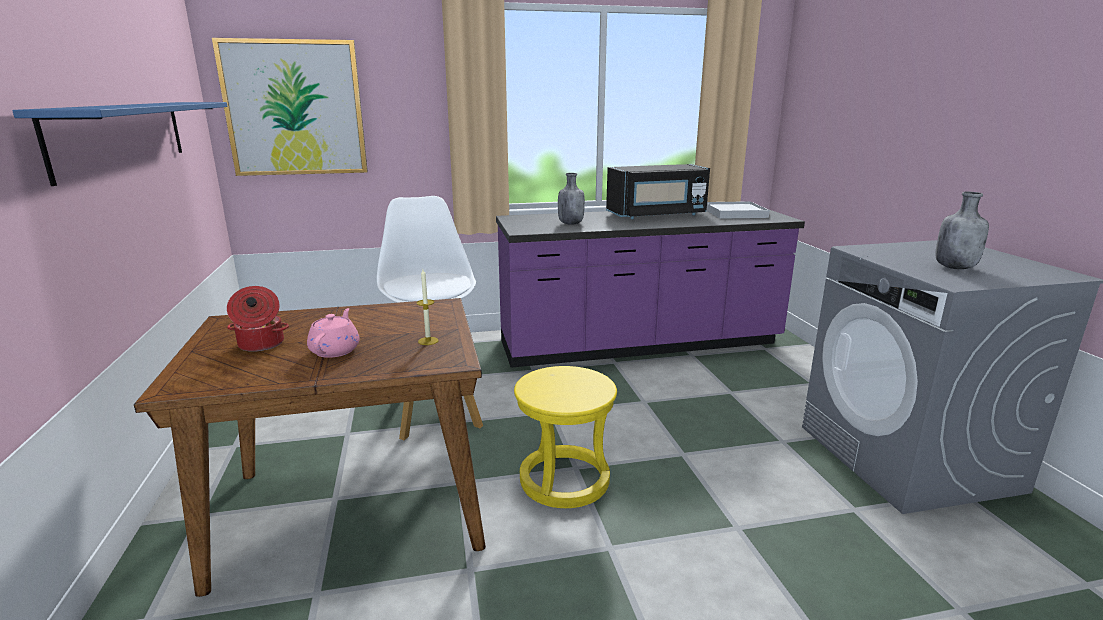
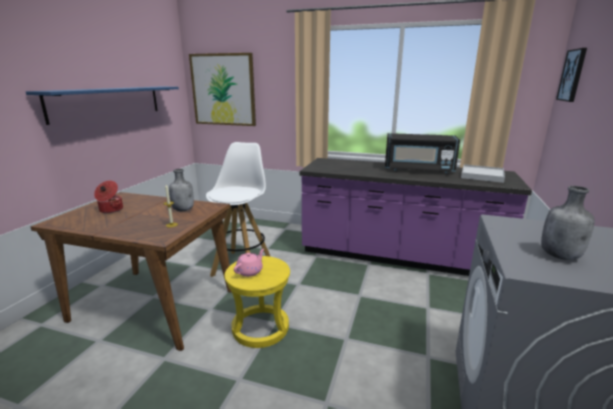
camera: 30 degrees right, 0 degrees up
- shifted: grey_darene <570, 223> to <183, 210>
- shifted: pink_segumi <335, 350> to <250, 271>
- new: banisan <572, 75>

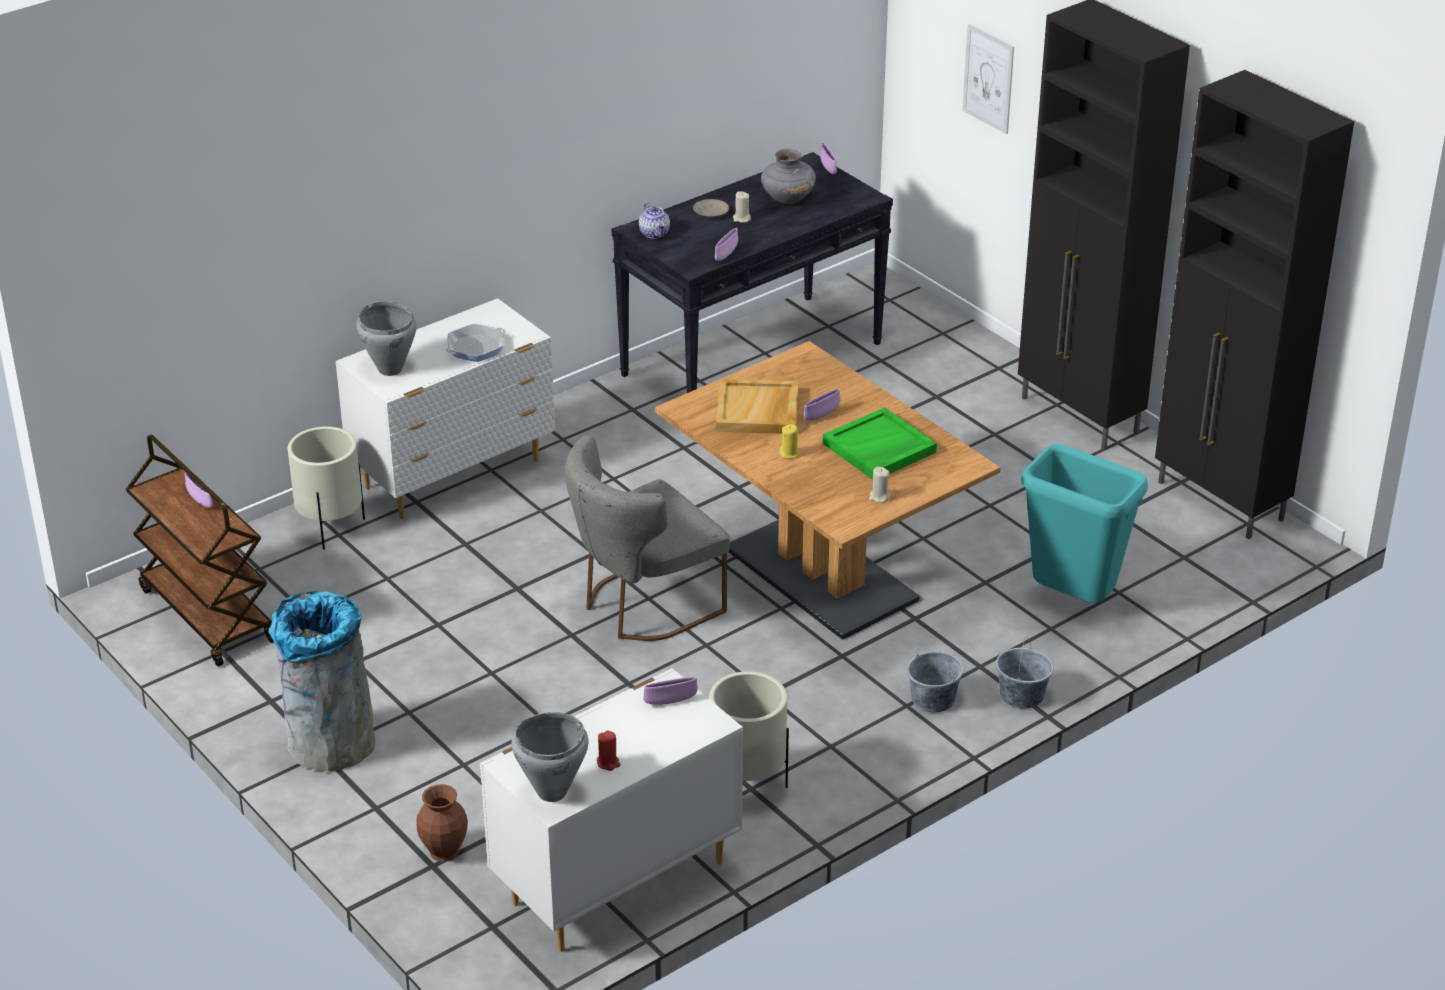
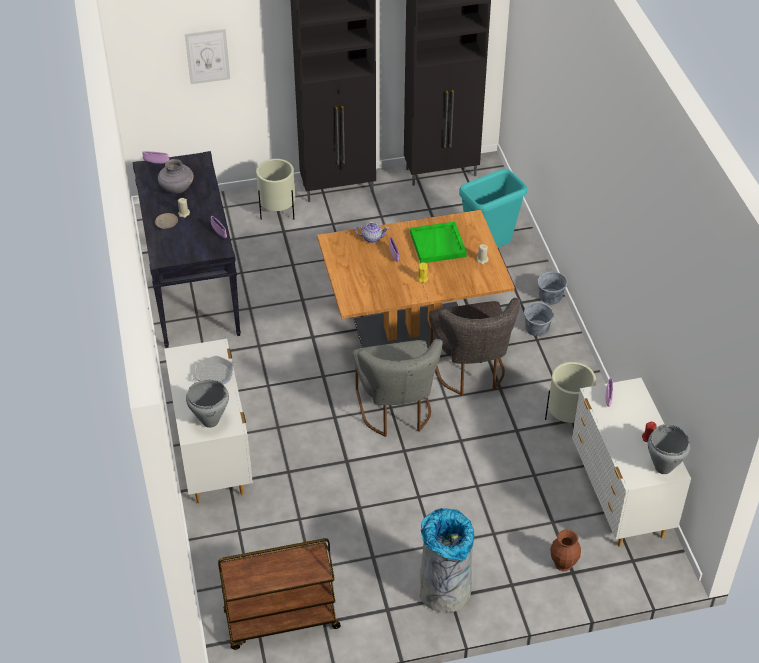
camera: 65 degrees left, 10 degrees up
- rotated: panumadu <476, 347> = <214, 375> 75 degrees clockwise
- shifted: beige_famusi <331, 528> to <277, 213>
- shifted: segumi <655, 233> to <372, 238>
- new: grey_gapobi <470, 371>
- gone: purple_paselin <200, 501>
- gone: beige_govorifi <758, 411>

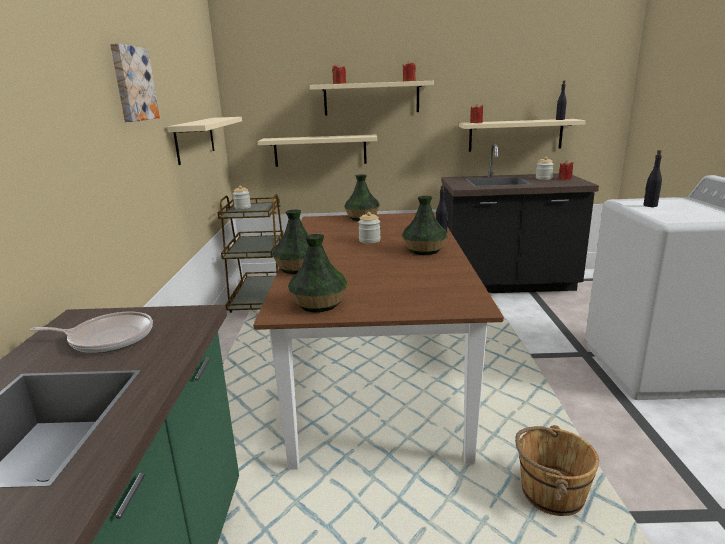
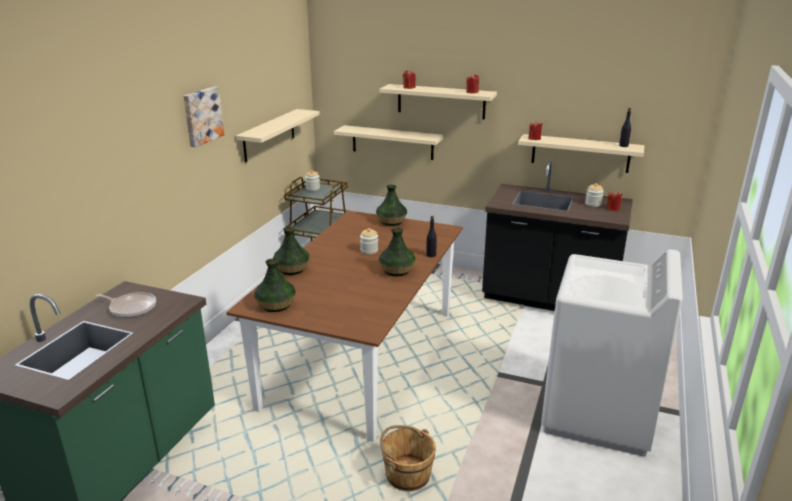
camera: 20 degrees right, 5 degrees up
- gone: black_darene <650, 205>

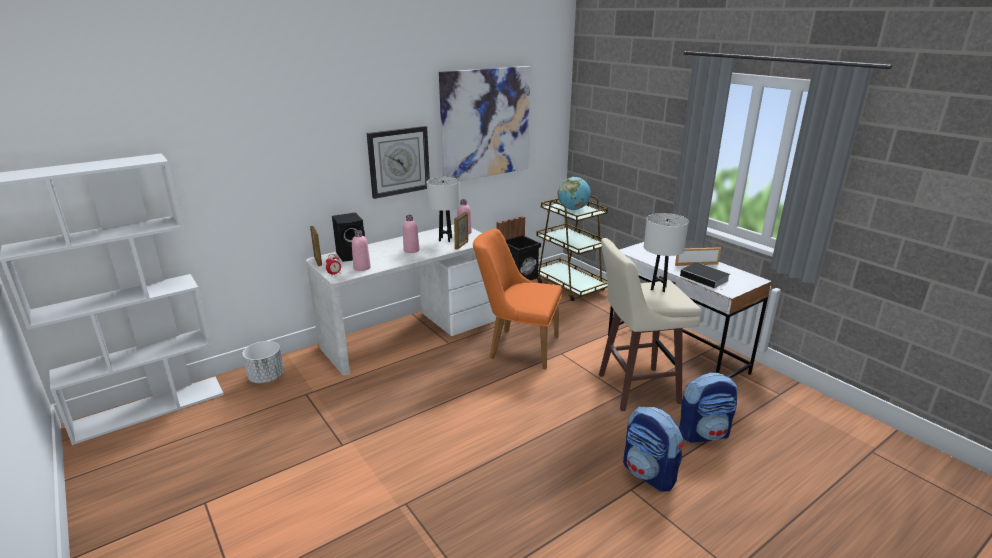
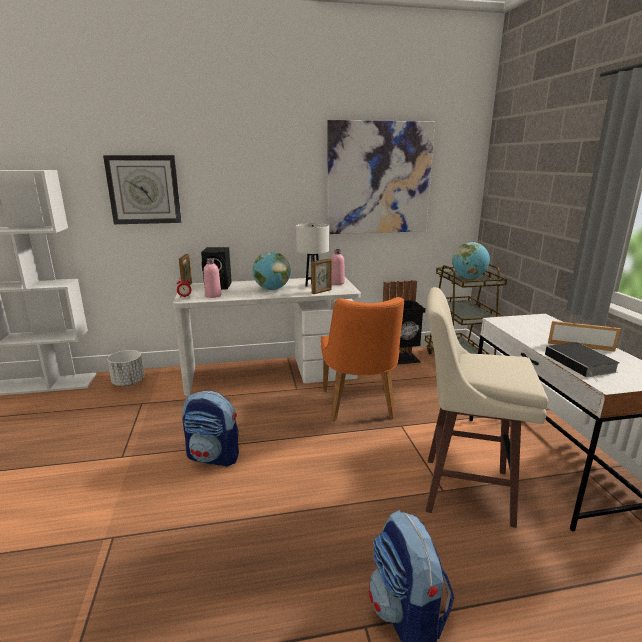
camera: 25 degrees right, 5 degrees down
- shifted: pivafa <399, 161> to <144, 190>
- shifted: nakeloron <704, 433> to <214, 456>
- swapped: pink_darene <411, 250> to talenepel <272, 289>
- rotated: orange_gapobi <517, 346> = <359, 407> 135 degrees counterclockwise
- gone: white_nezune <658, 288>

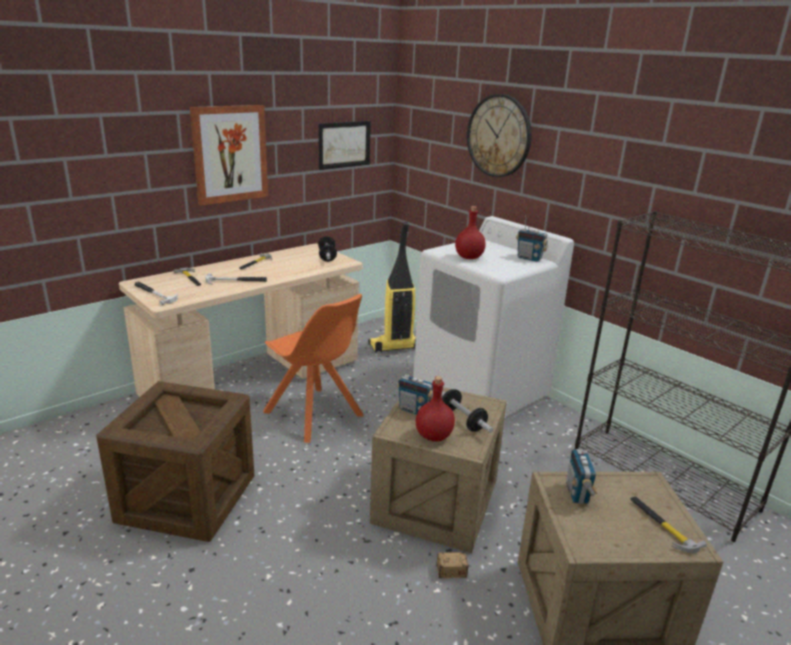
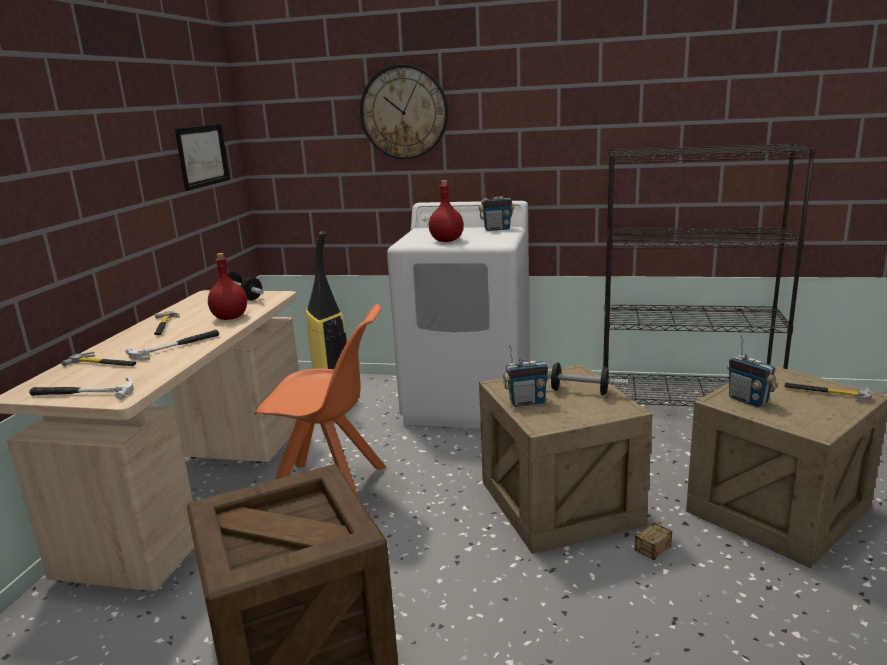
camera: 35 degrees left, 5 degrees down
- shifted: red_darene <433, 436> to <229, 318>
- gone: banisan <230, 154>

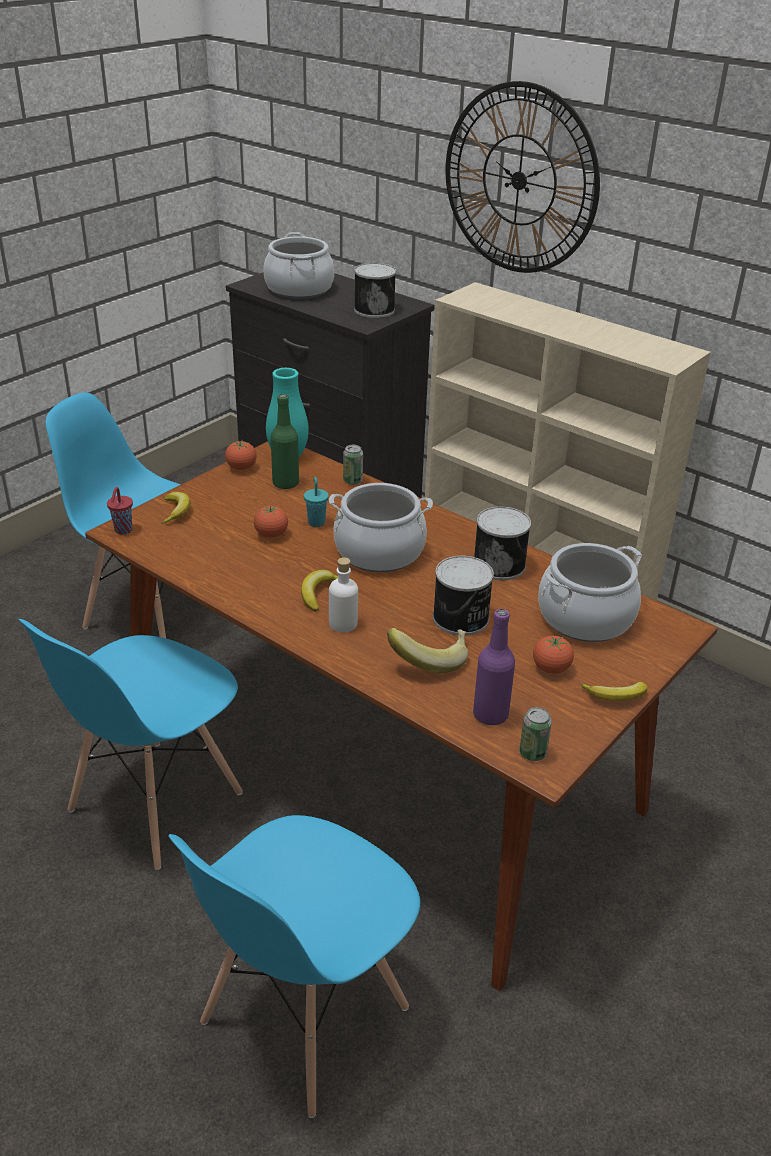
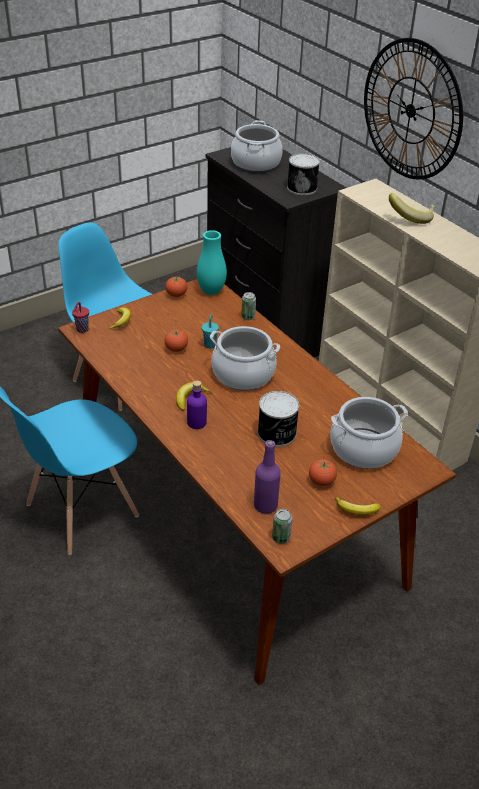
camera: 15 degrees right, 5 degrees up
- repainted: white_darene <343, 623> to purple_darene <196, 422>
- shifted: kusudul <429, 659> to <411, 217>
- gone: blue_gapobi <303, 1016>
- gone: green_darene <285, 483>
- gone: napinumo <499, 564>

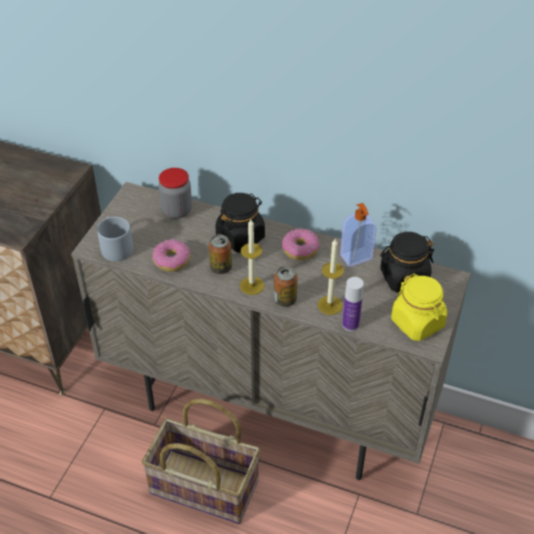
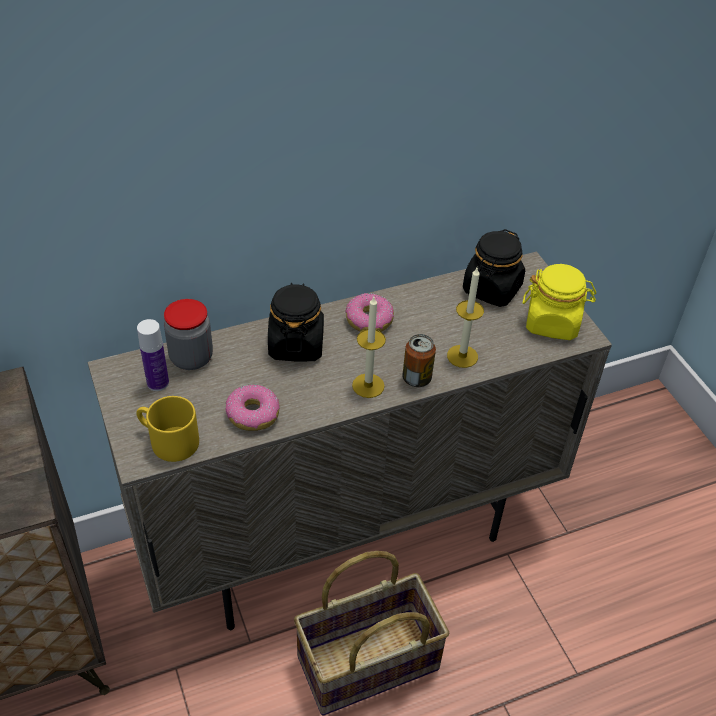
camera: 45 degrees left, 0 degrees up
- repainted: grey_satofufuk <115, 246> to yellow_satofufuk <167, 441>
- shifted: darene <350, 324> to <158, 383>
- gone: napinumo <221, 268>
- gone: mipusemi <356, 258>

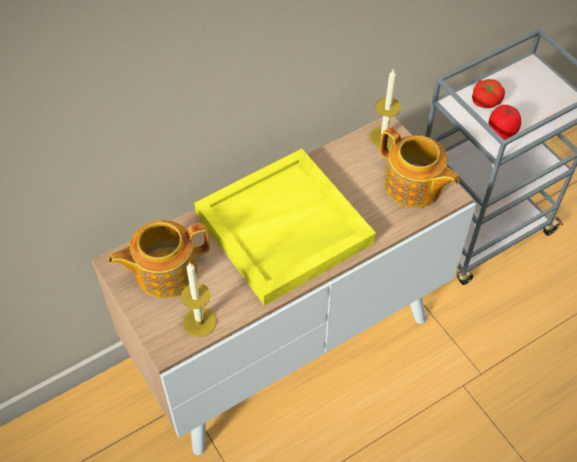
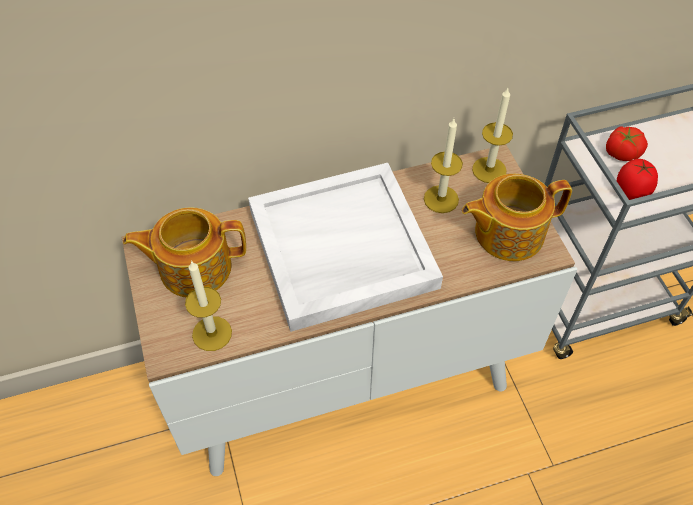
camera: 15 degrees right, 0 degrees up
- repainted: yellow_govorifi <283, 229> to white_govorifi <341, 250>
- new: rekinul <441, 199>
- rotated: segumi <413, 186> = <507, 232> 105 degrees clockwise

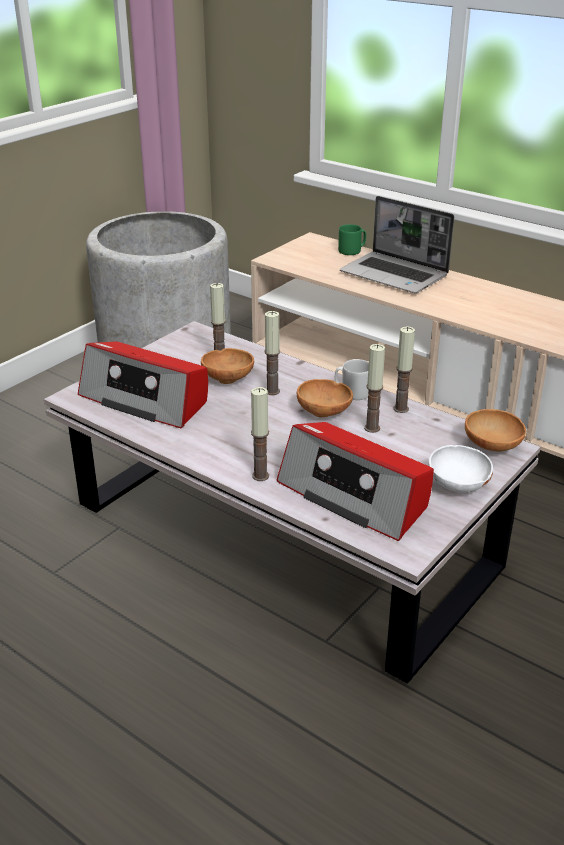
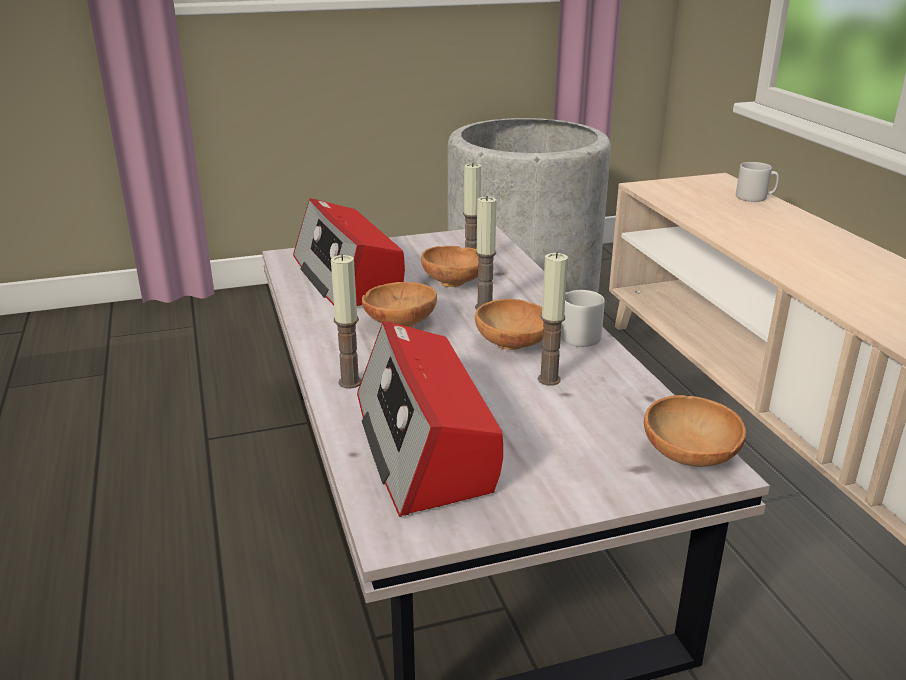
camera: 35 degrees right, 5 degrees down
- new: brown_paselin <400, 323>
- repainted: green_satofufuk <352, 251> to grey_satofufuk <755, 198>
- gone: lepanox <395, 275>
- gone: rekinul <401, 409>
- gone: white_paselin <457, 486>

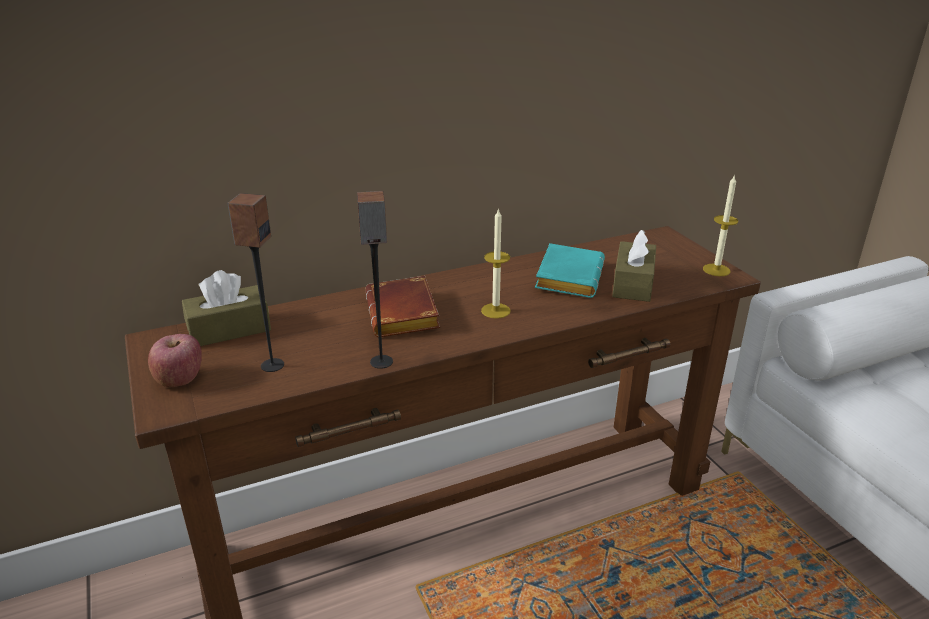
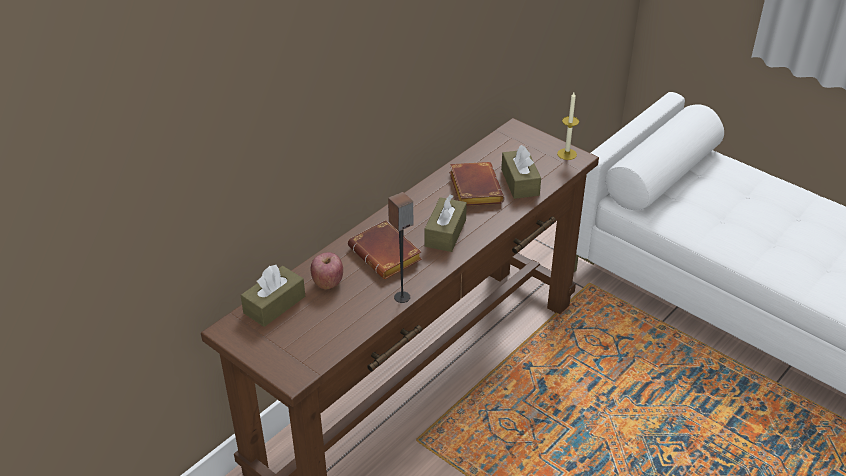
camera: 25 degrees left, 10 degrees up
- shifted: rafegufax <179, 379> to <327, 282>
- swapped: rekinul <495, 311> to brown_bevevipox <445, 233>
- repainted: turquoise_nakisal <567, 276> to brown_nakisal <473, 188>
- gone: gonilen <272, 365>

